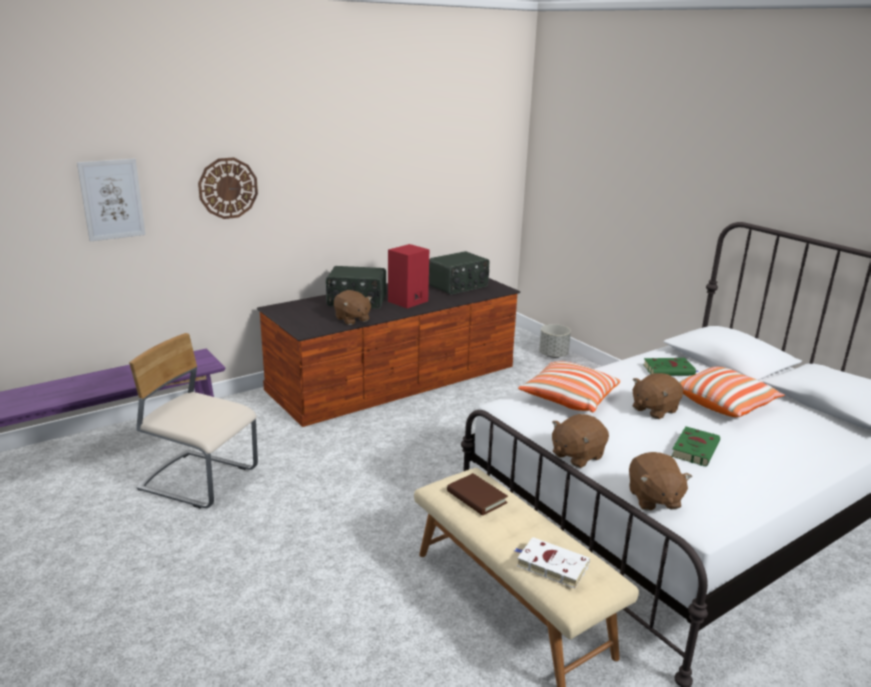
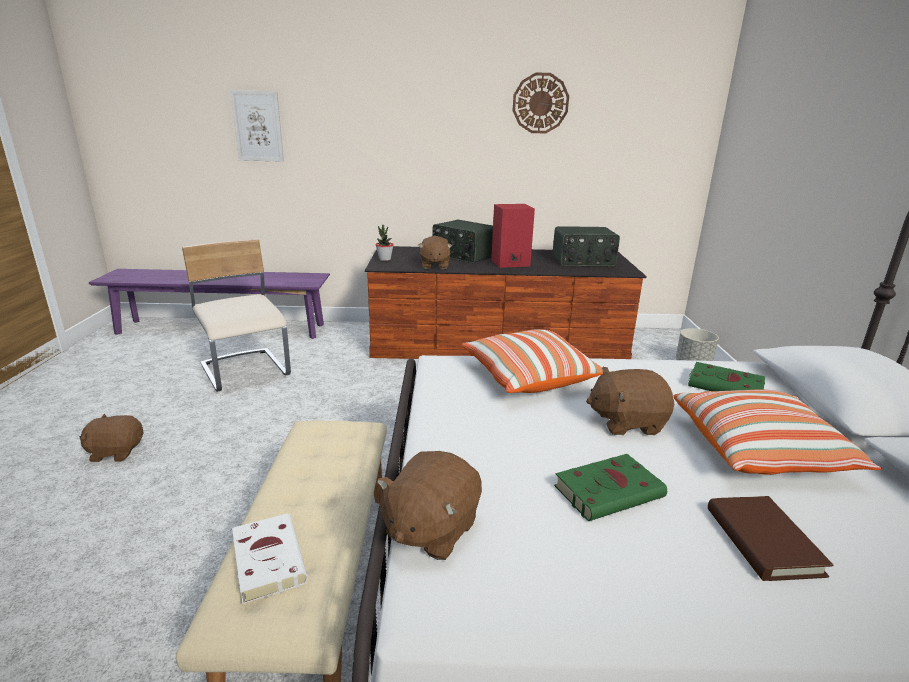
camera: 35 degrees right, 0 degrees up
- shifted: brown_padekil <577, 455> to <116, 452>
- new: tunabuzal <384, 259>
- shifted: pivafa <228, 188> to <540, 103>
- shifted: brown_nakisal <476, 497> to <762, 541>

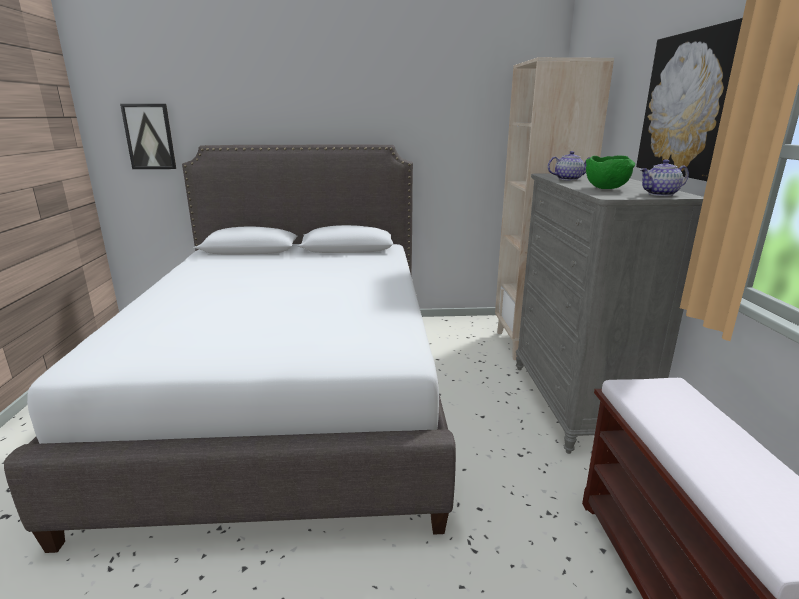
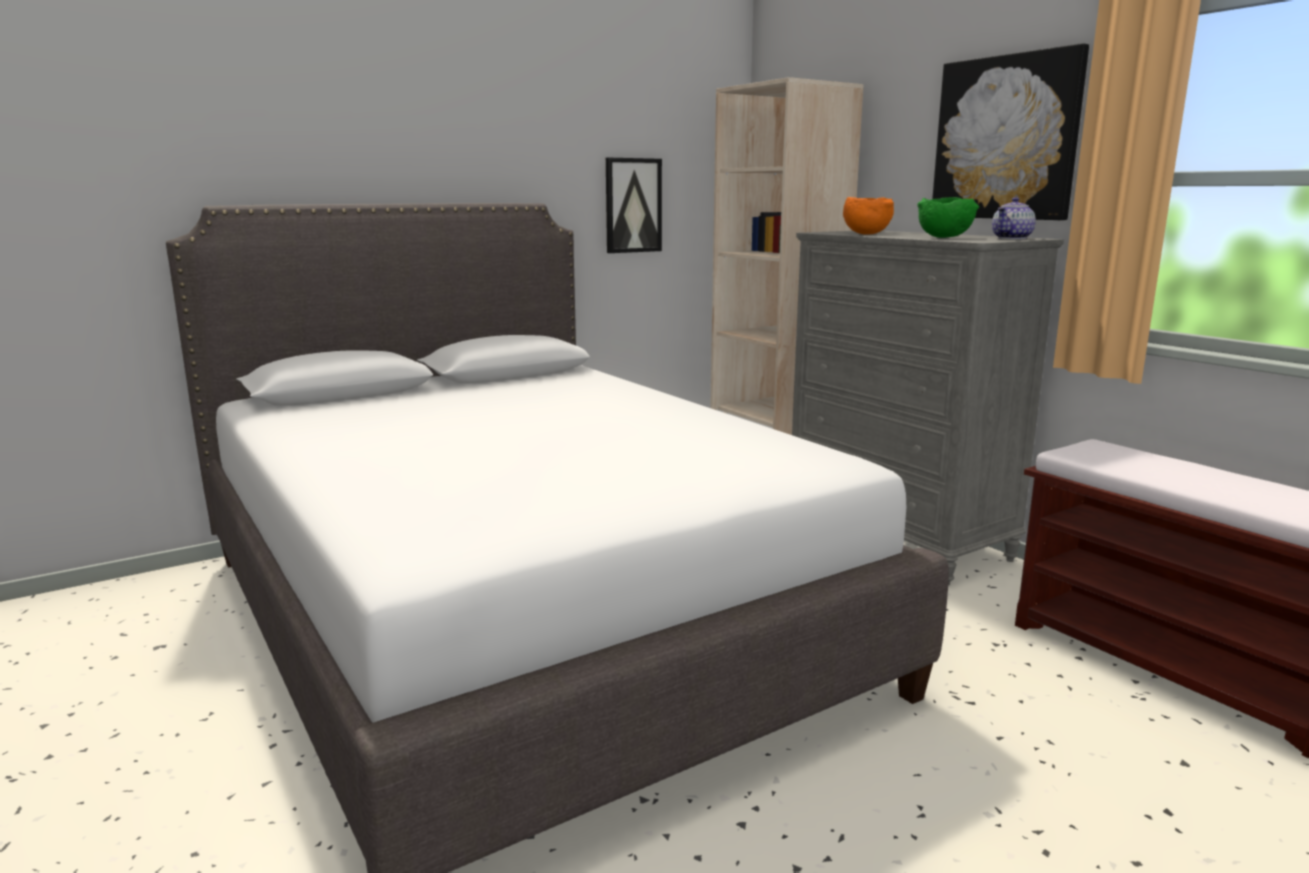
camera: 30 degrees left, 5 degrees down
- shifted: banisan <149, 137> to <632, 205>
- swapped: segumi <568, 179> to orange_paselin <864, 234>

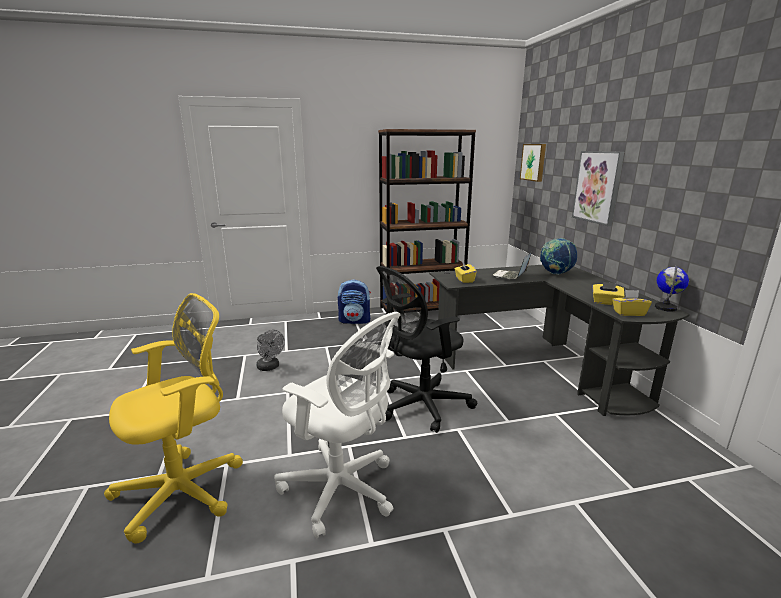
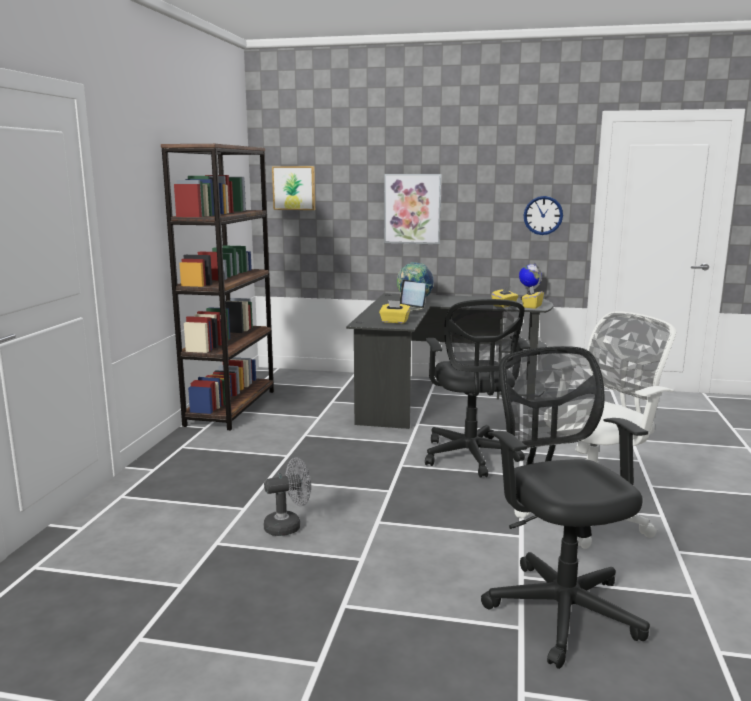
camera: 65 degrees left, 5 degrees down
- repainted: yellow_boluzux <185, 490> to black_boluzux <559, 606>
- new: pivafa <543, 215>
- gone: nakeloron <355, 321>

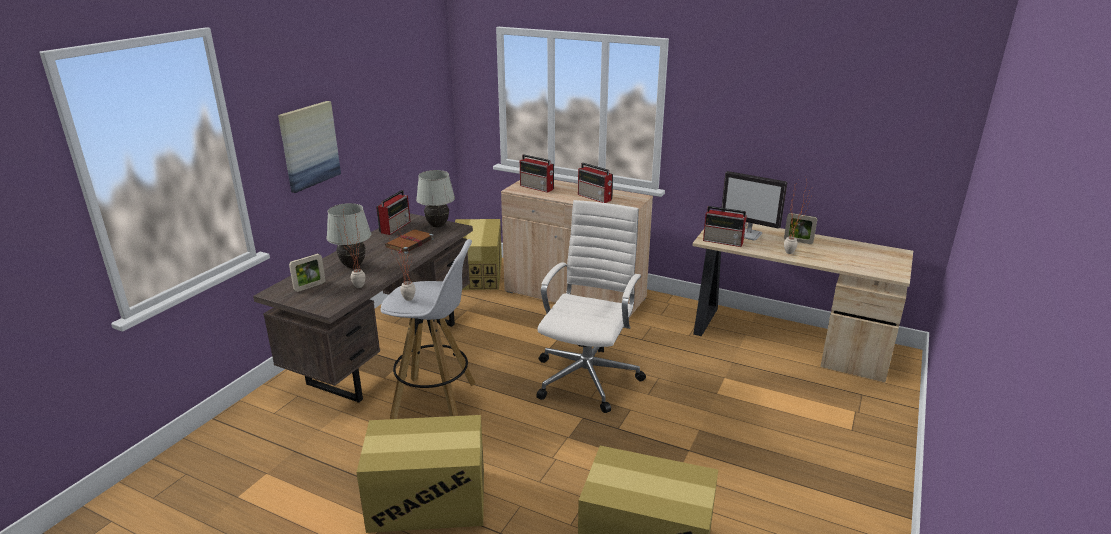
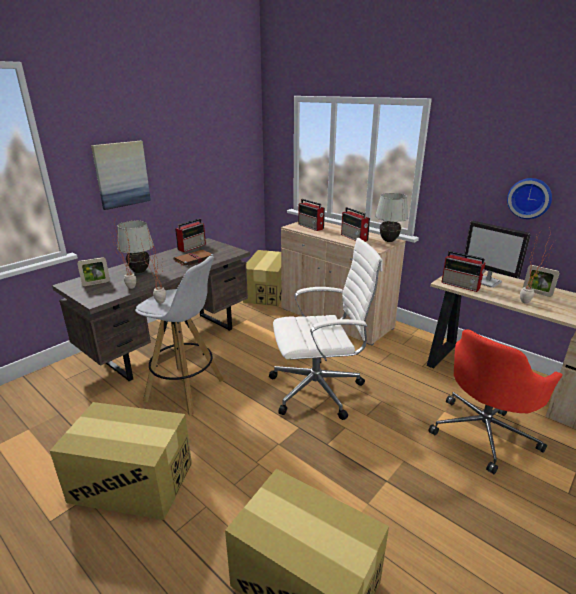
camera: 15 degrees right, 0 degrees up
- rotated: white_boluzux <588, 376> = <319, 389> 45 degrees clockwise
- shifted: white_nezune <437, 226> to <388, 241>
- new: red_boluzux <484, 432>
- new: pivafa <530, 198>

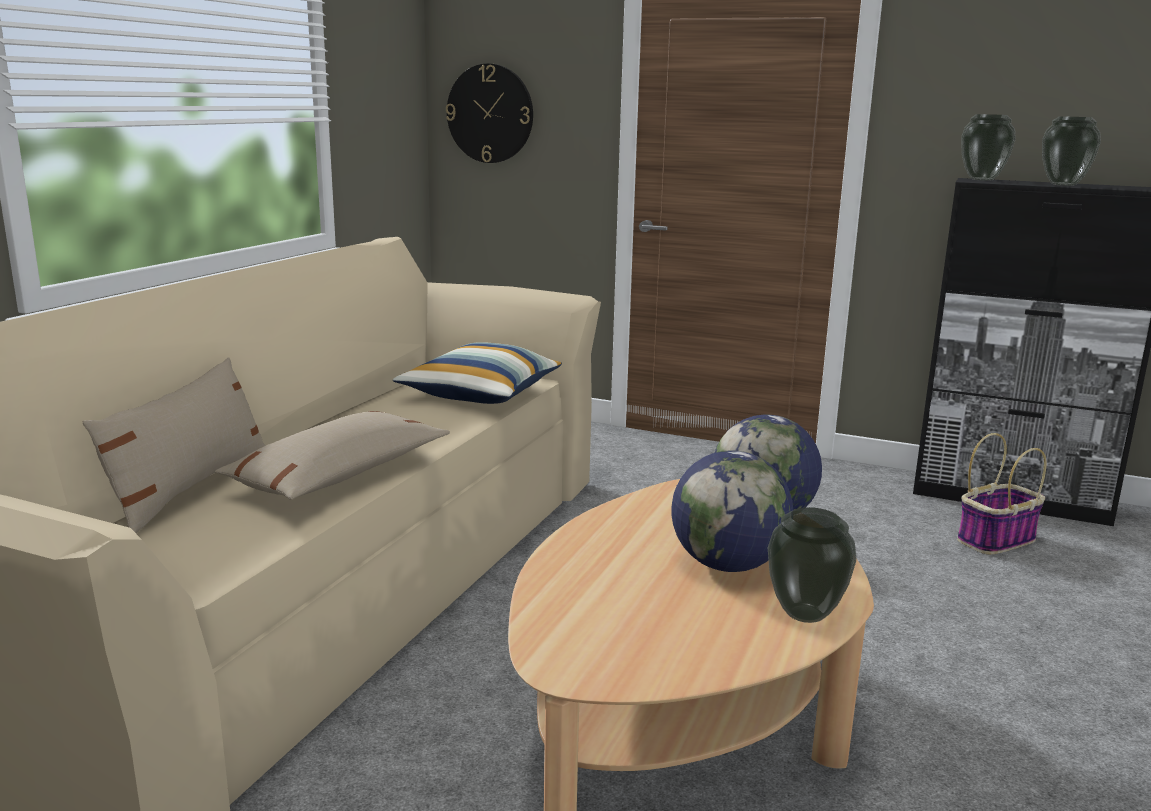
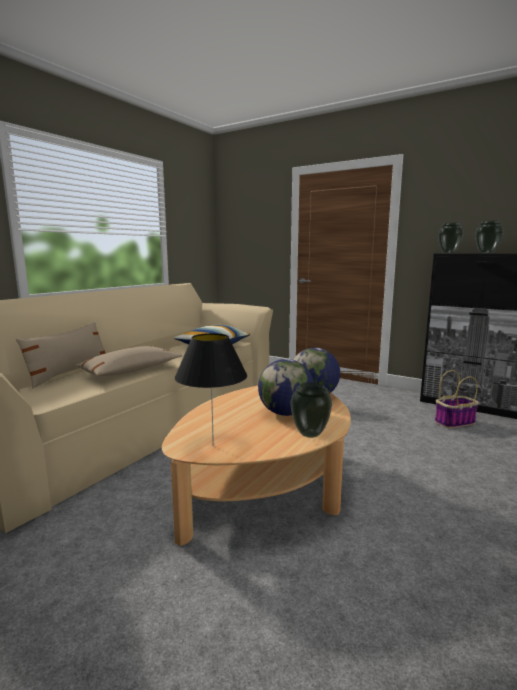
camera: 10 degrees right, 5 degrees down
- new: black_nezune <212, 445>
- gone: pivafa <490, 113>

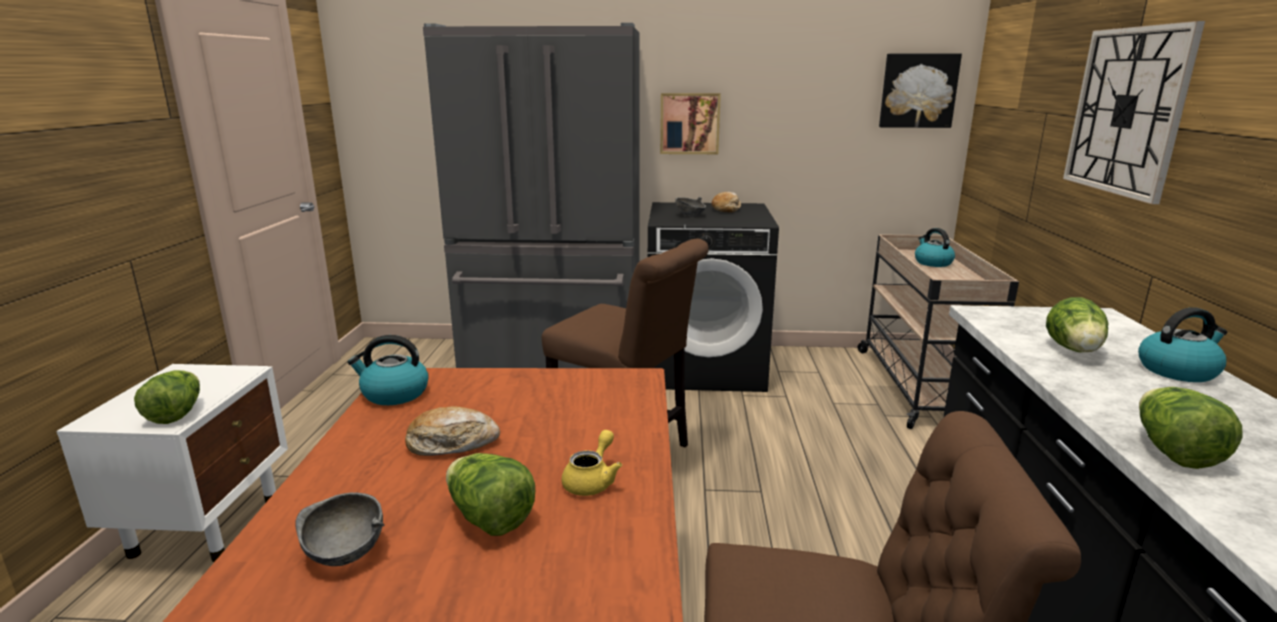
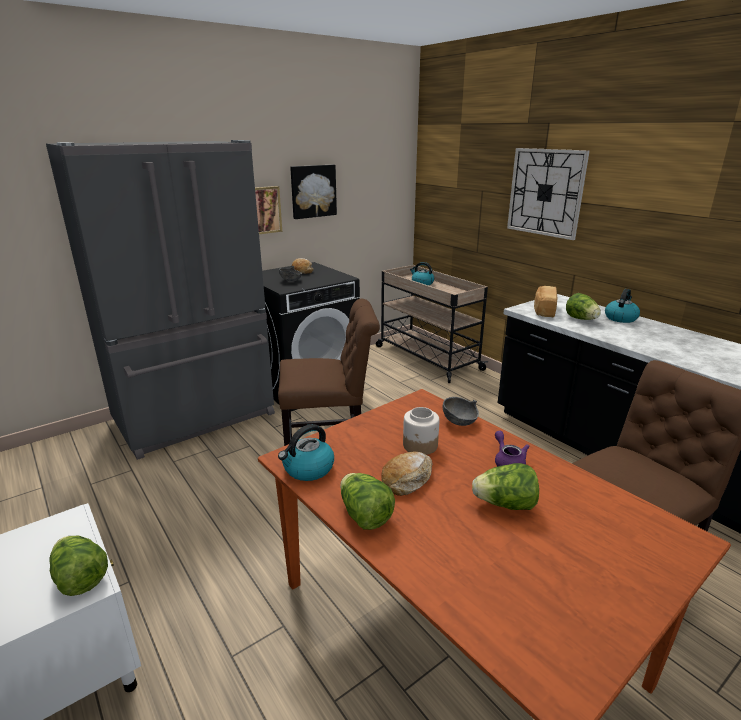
camera: 40 degrees left, 5 degrees up
- shifted: banisan <918, 91> to <313, 191>
- shifted: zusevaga <1173, 452> to <364, 515>
- new: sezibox <420, 445>
- shifted: grey_paselin <346, 553> to <459, 422>
- repainted: yellow_segumi <592, 481> to purple_segumi <508, 462>
- new: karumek <543, 310>

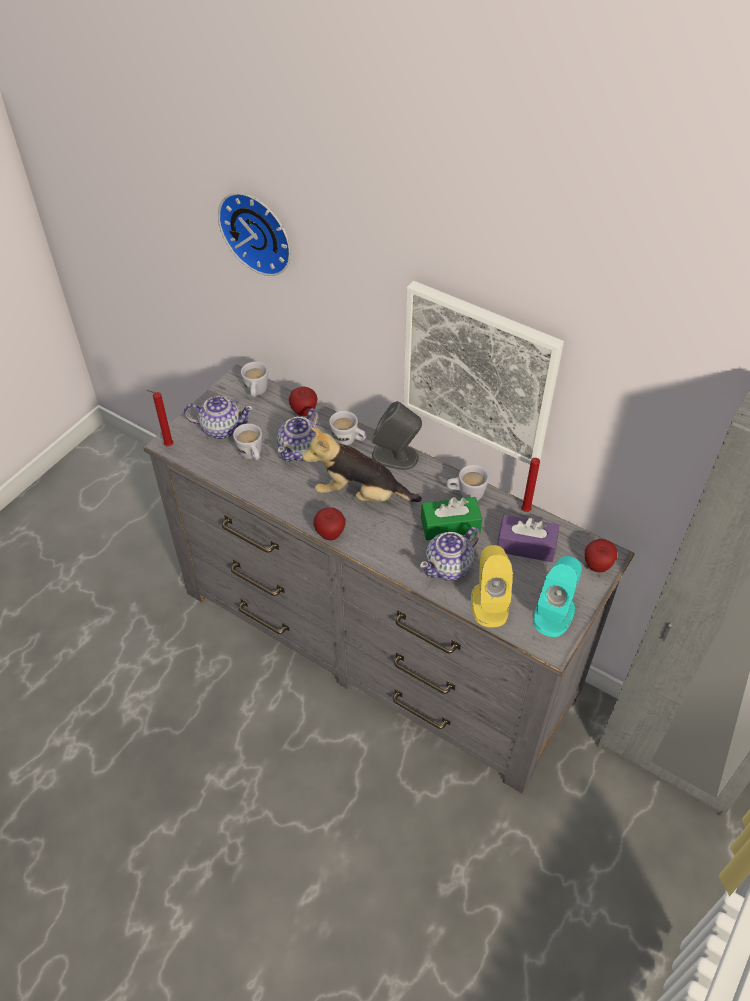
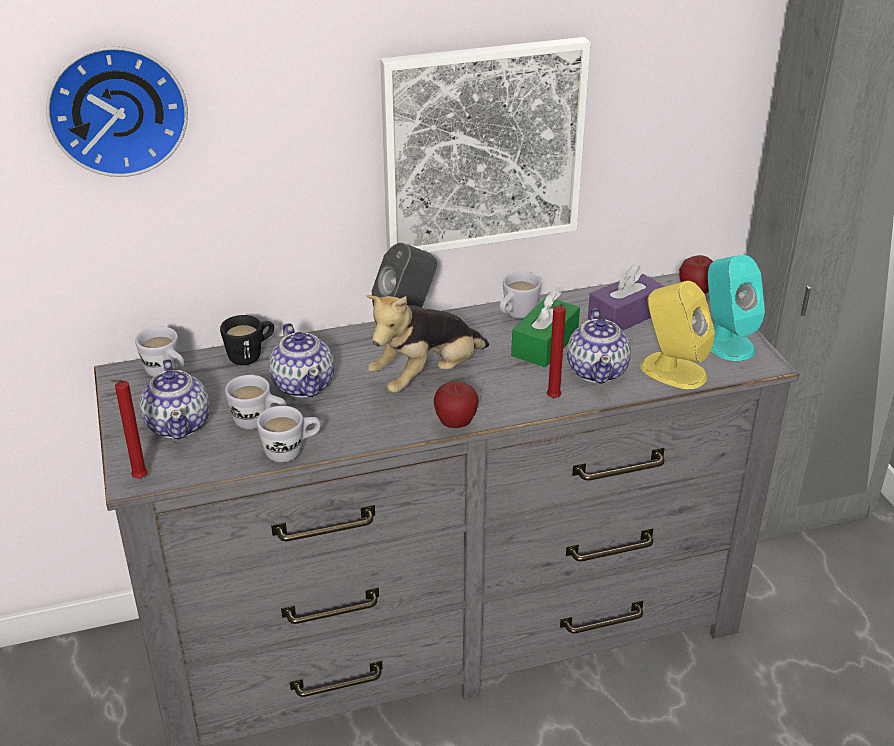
camera: 50 degrees left, 15 degrees down
- rotated: segumi <221, 428> = <179, 424> 120 degrees clockwise
- swapped: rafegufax <304, 412> to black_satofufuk <251, 355>
- shifted: white_satofufuk <348, 441> to <291, 451>
- shifted: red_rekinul <524, 511> to <554, 400>

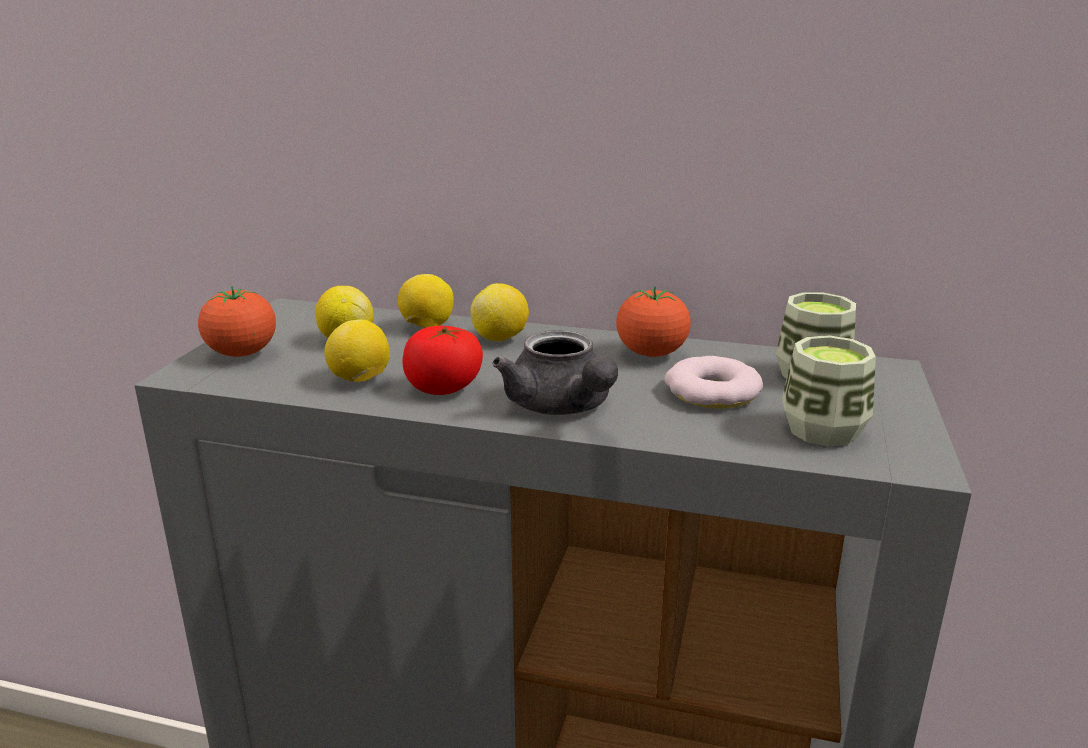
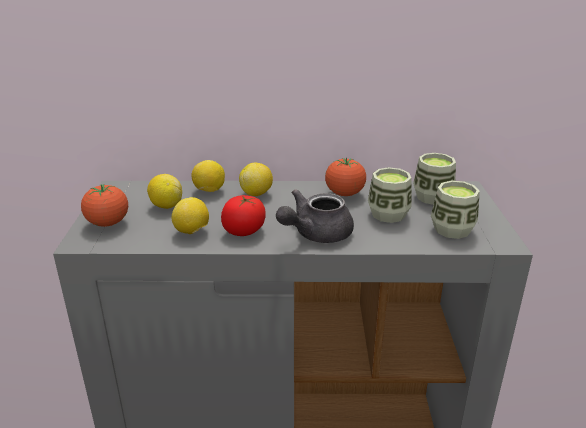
camera: 15 degrees left, 5 degrees up
- rotated: grey_segumi <562, 407> = <315, 234> 90 degrees clockwise
- swapped: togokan <712, 393> to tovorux <388, 214>

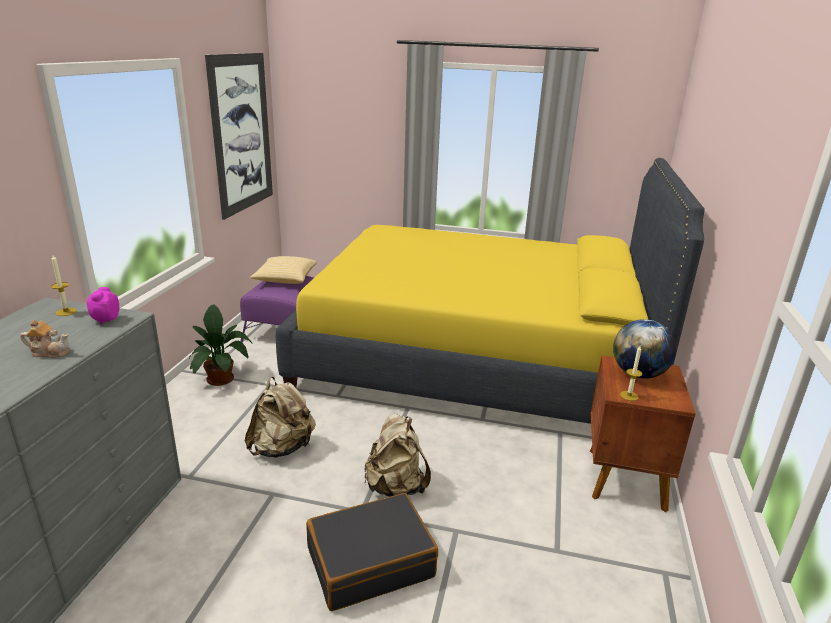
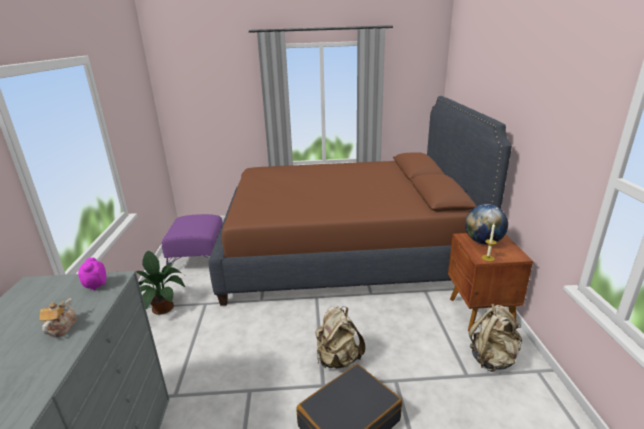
camera: 15 degrees left, 0 degrees up
- rotated: segumi <50, 352> = <61, 327> 75 degrees counterclockwise
- repainted: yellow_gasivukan <475, 358> to brown_gasivukan <344, 251>
- shifted: beige_nakeloron <282, 448> to <492, 358>
- gone: rekinul <66, 312>
- gone: banisan <242, 133>
- gone: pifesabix <285, 279>

